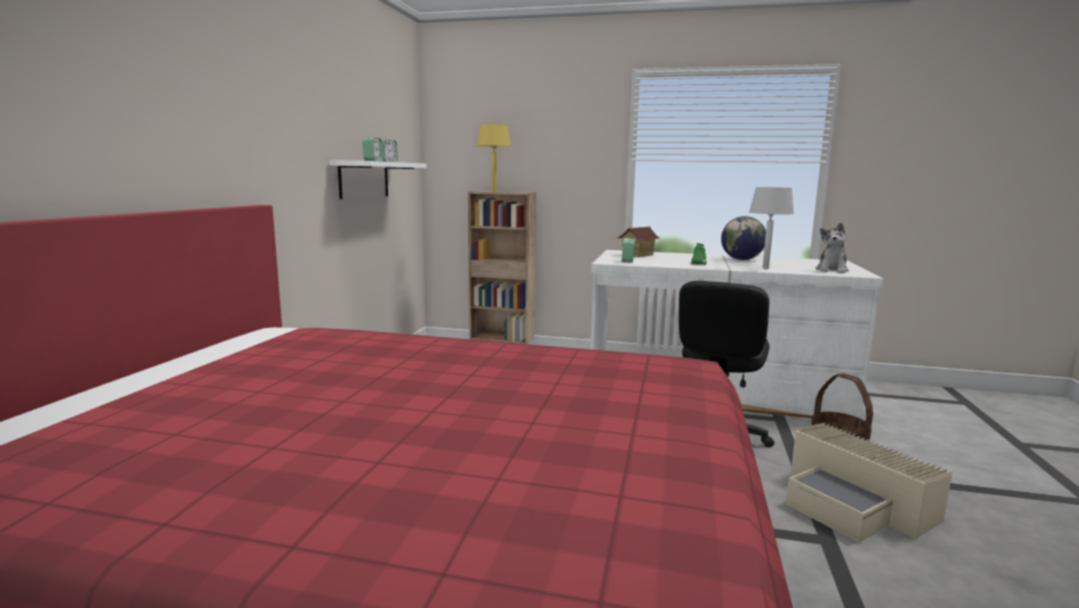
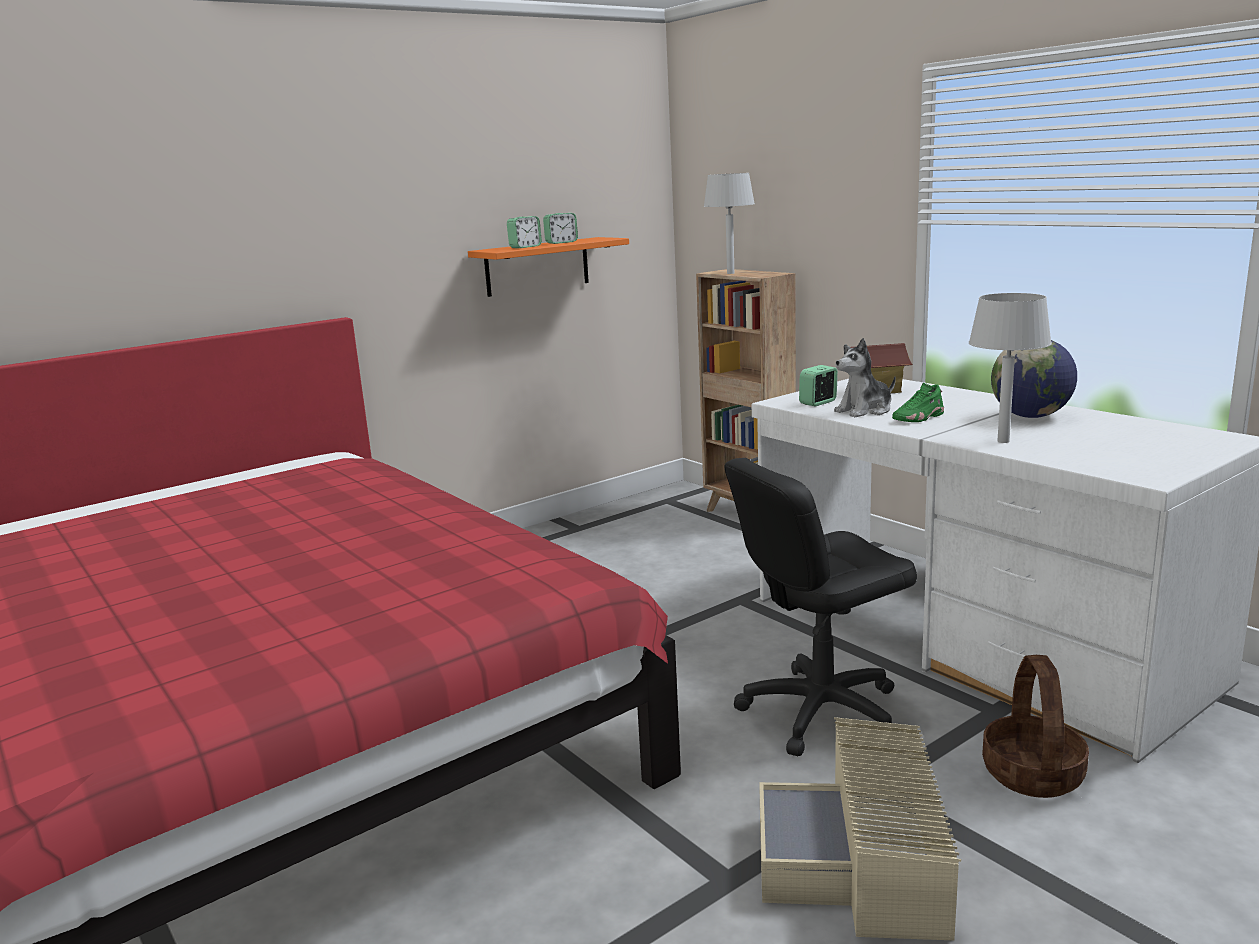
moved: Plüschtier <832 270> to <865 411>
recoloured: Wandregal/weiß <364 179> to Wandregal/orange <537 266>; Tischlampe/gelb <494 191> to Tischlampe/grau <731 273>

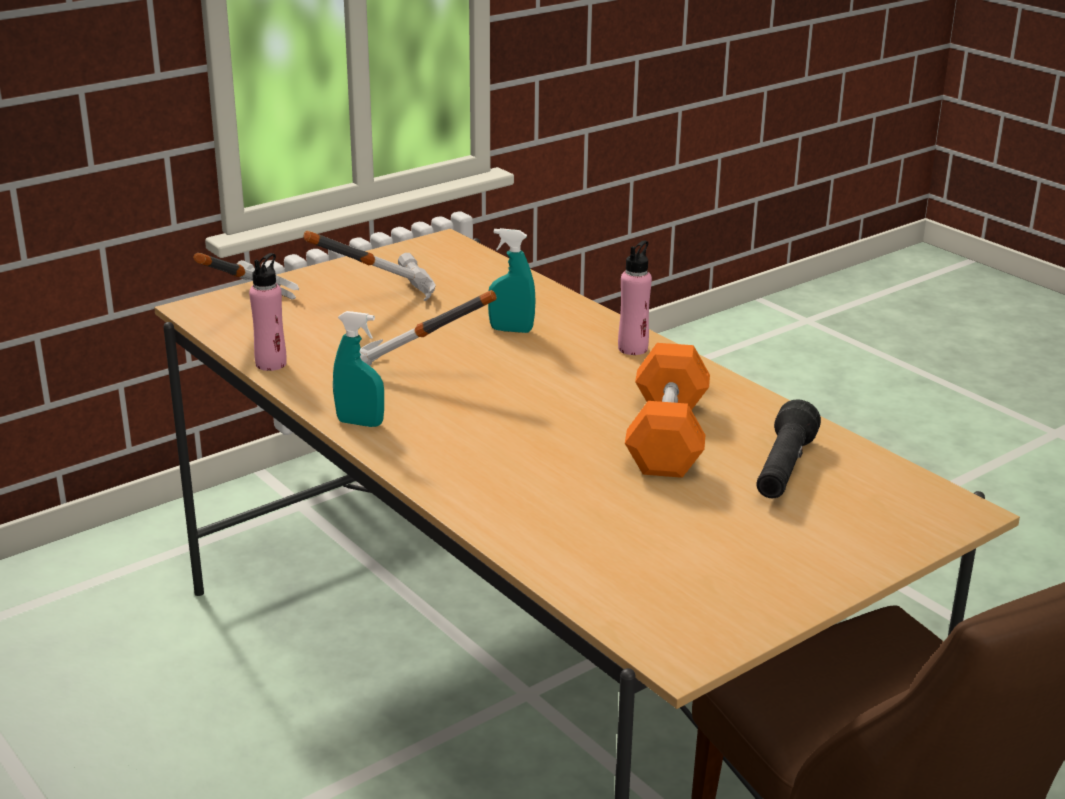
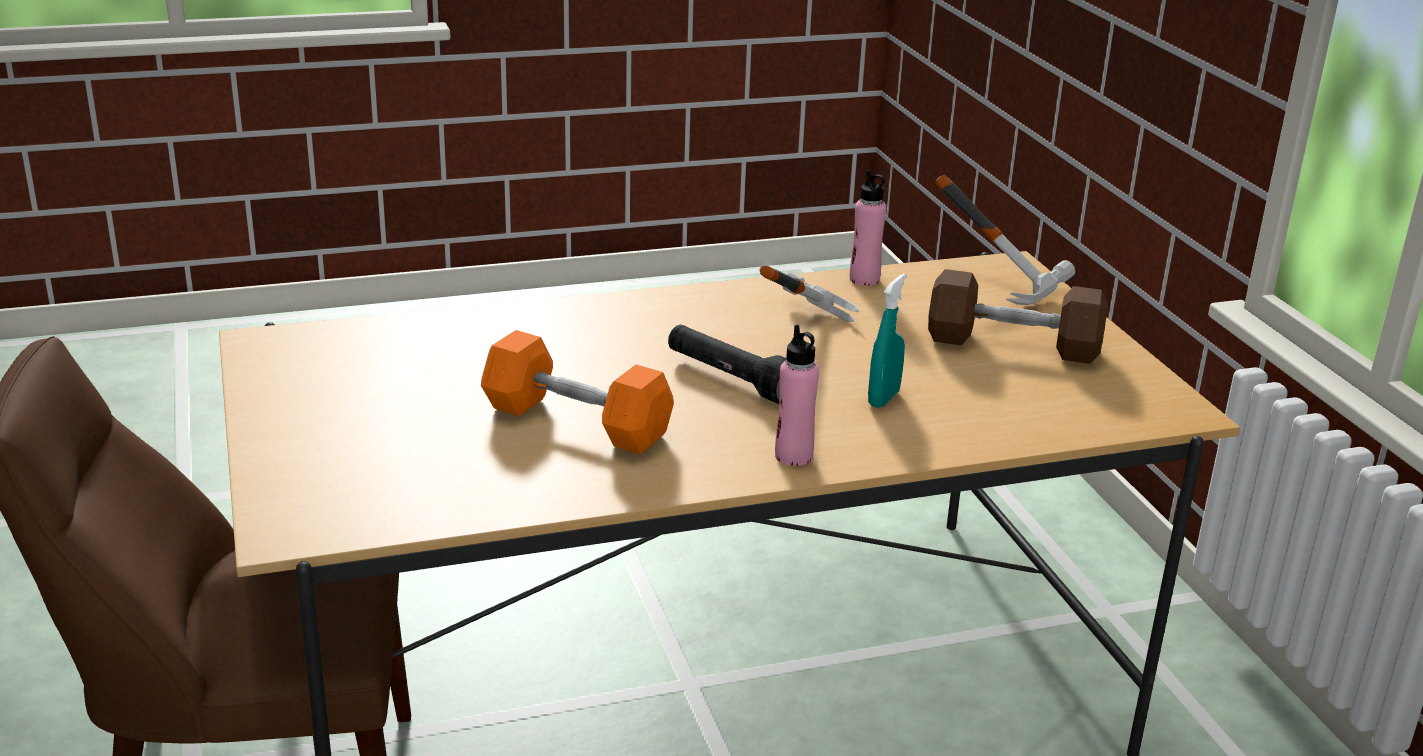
removed: Sprühflasche/türkis <360 423>
moved: Taschenlampe/schwarz <783 470> to <730 379>
replaced: Hammer <372 296> to Hantel/braun <1013 344>

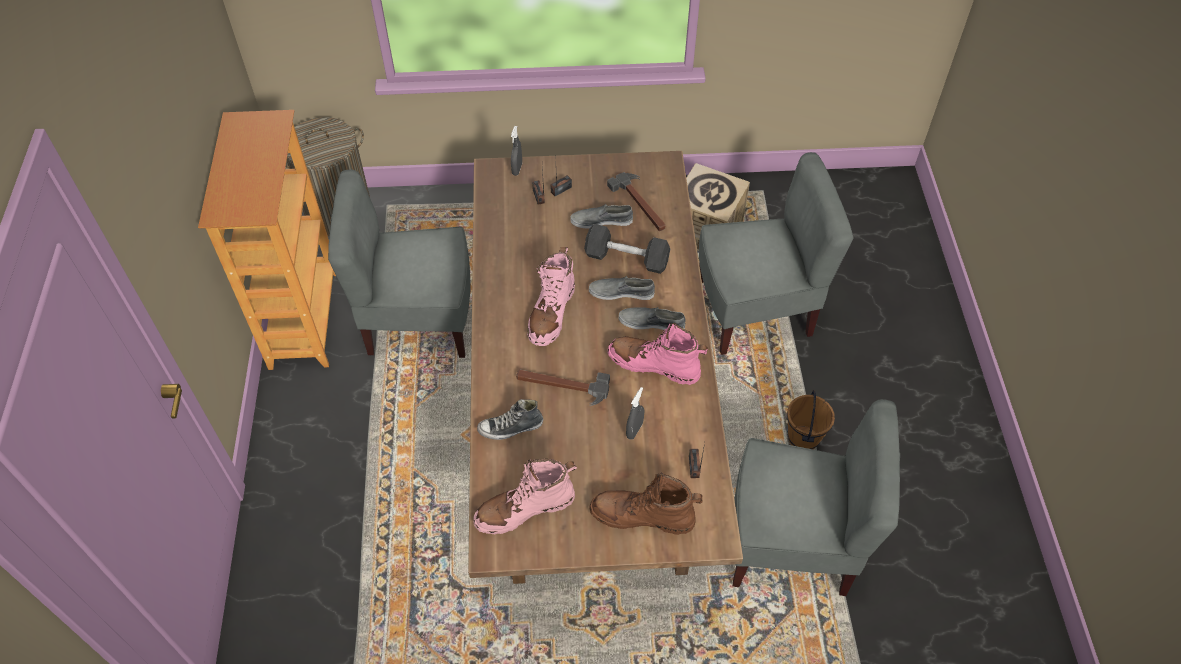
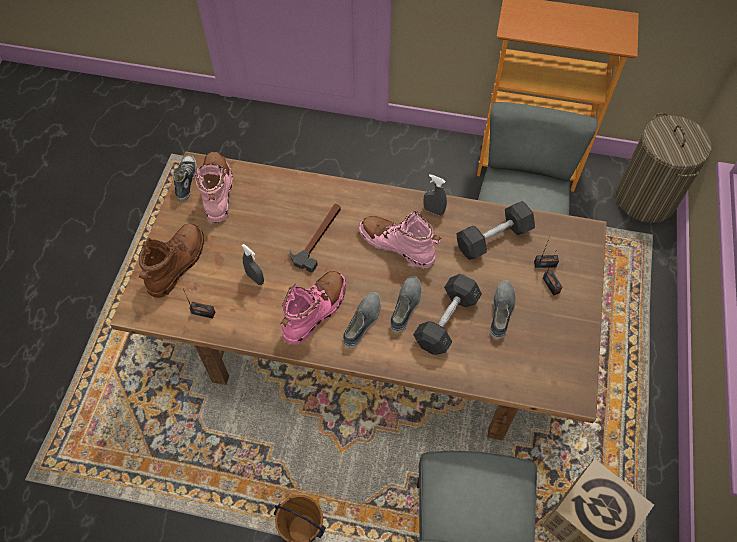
removed: Hammer <640 204>; Stuhl/grau <792 543>
added: Hantel/grau <493 238>
moved: Schuh <510 428> to <186 180>; Sprühflasche/grau <517 169> to <433 211>

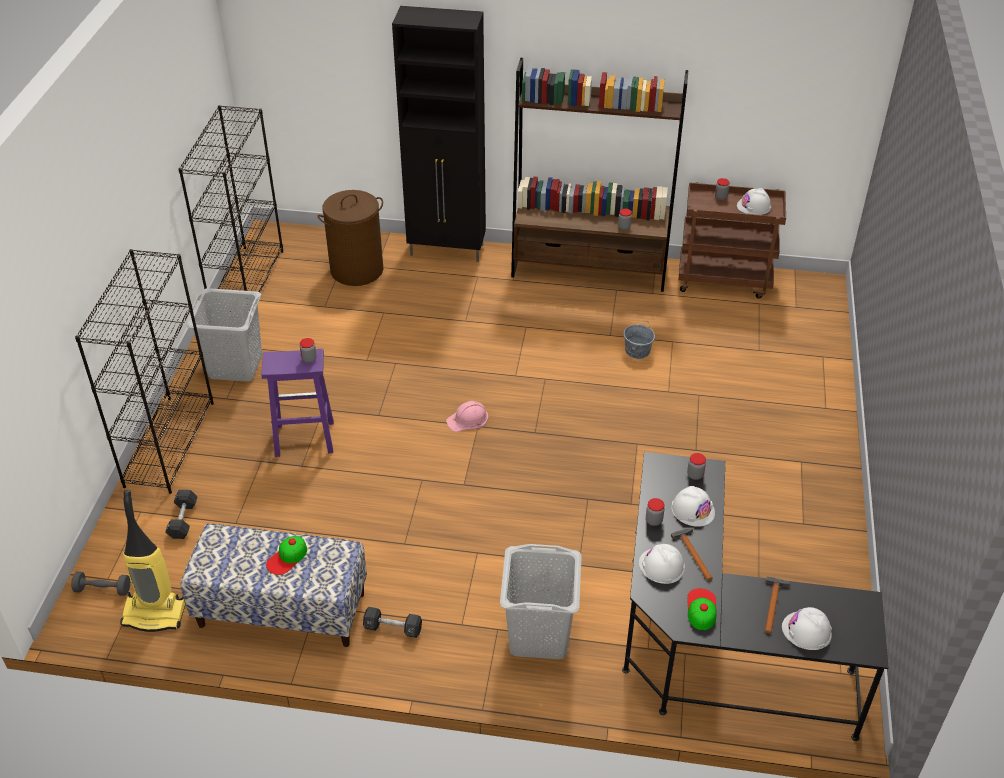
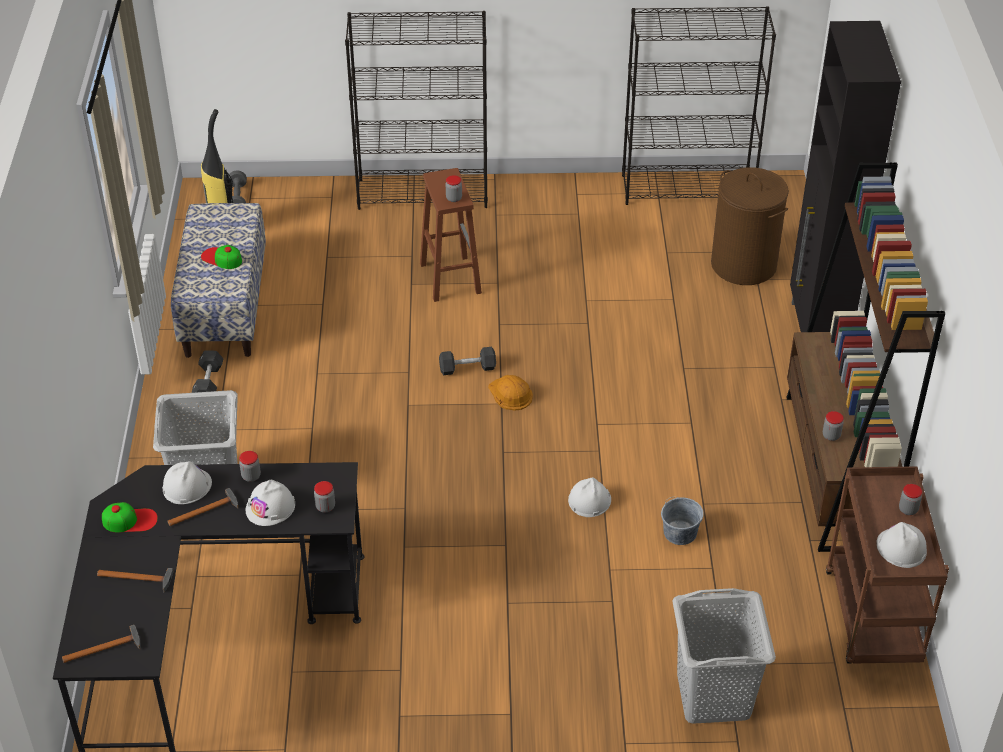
added: Hammer <106 648>
moved: Hantel/schwarz <183 520> to <467 368>; Wäschekorb/grau <235 366> to <714 695>; Schutzhelm/weiß <806 631> to <589 500>
recoloured: Hocker/lila <303 439> to Hocker/braun <449 277>; Schutzhelm/rosa <468 419> to Schutzhelm/orange <510 394>

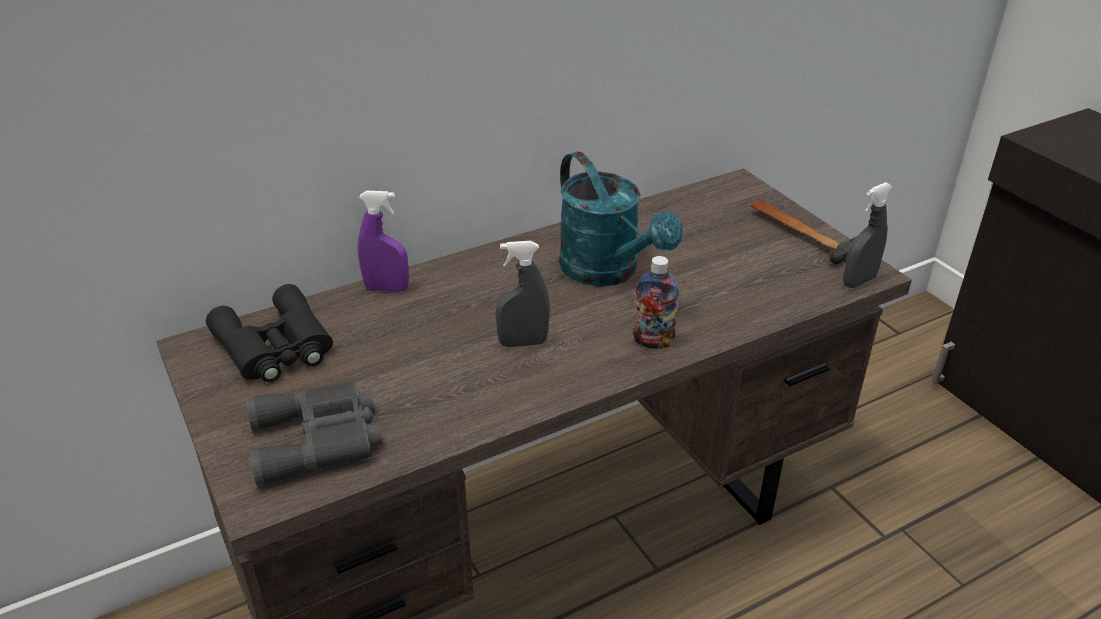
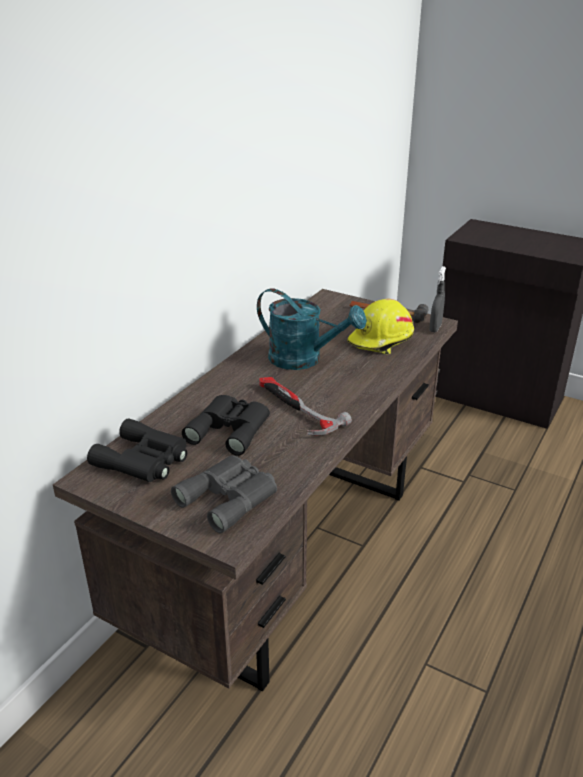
removed: Sprühflasche/lila <386 288>; Flasche <653 341>
added: Fernglas/schwarz <231 428>; Schutzhelm/gelb <381 340>
replaced: Sprühflasche/grau <523 343> to Hammer <295 409>

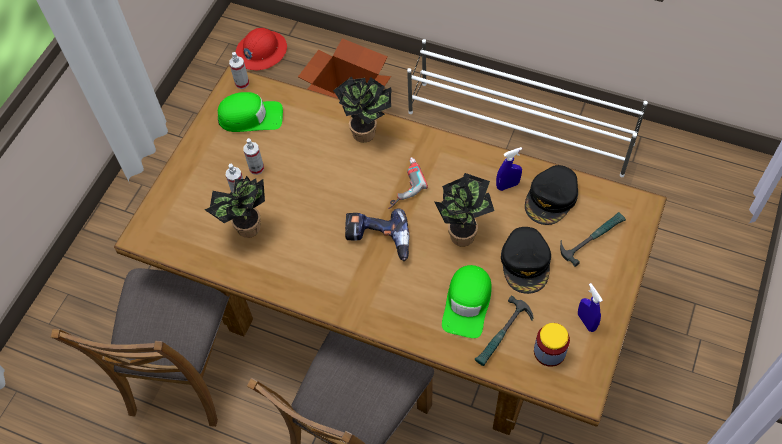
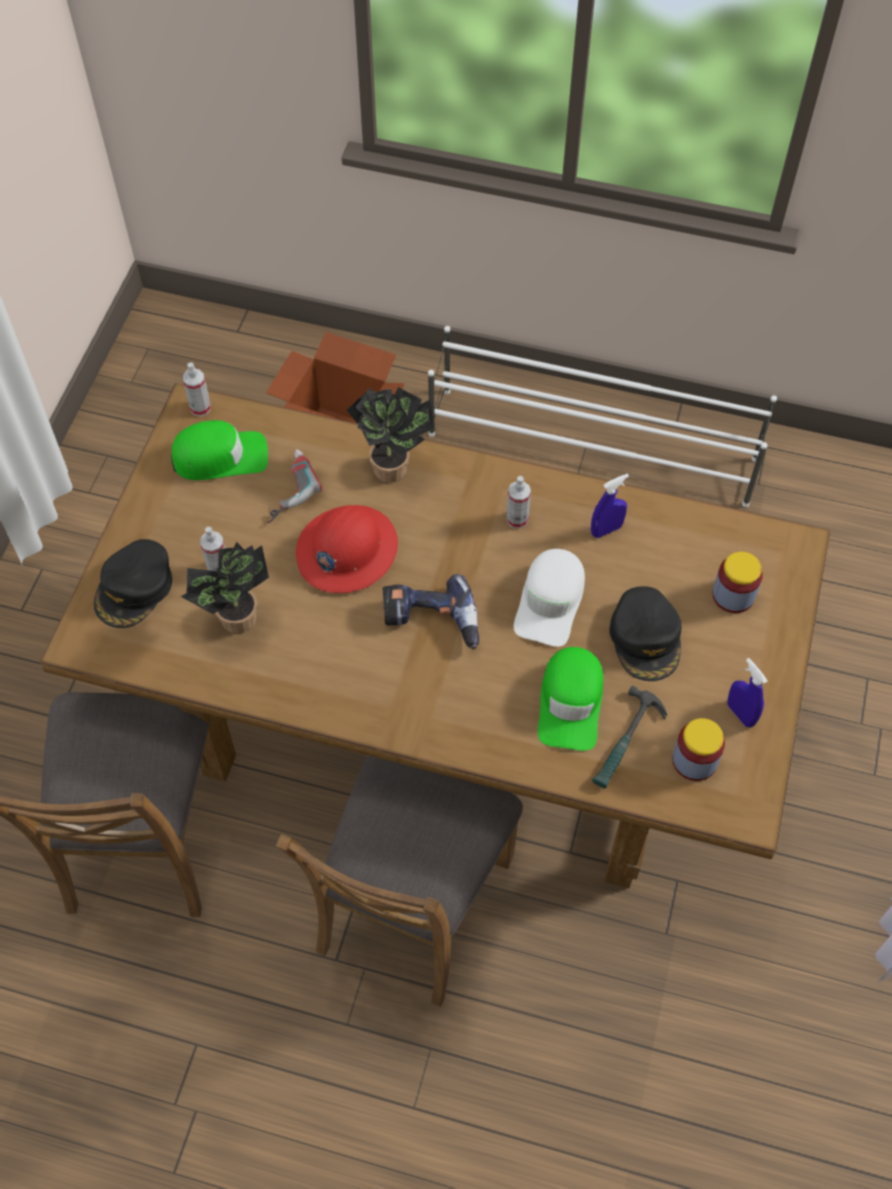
moved: Schutzhelm/rot <261 51> to <346 550>; Sprühflasche <256 168> to <517 519>; Bohrmaschine <401 185> to <285 488>; Kappe/schwarz <551 198> to <135 589>
replaced: Topfpflanze <462 232> to Kappe/weiß <550 601>; Hammer <591 238> to Vorratsglas <733 595>

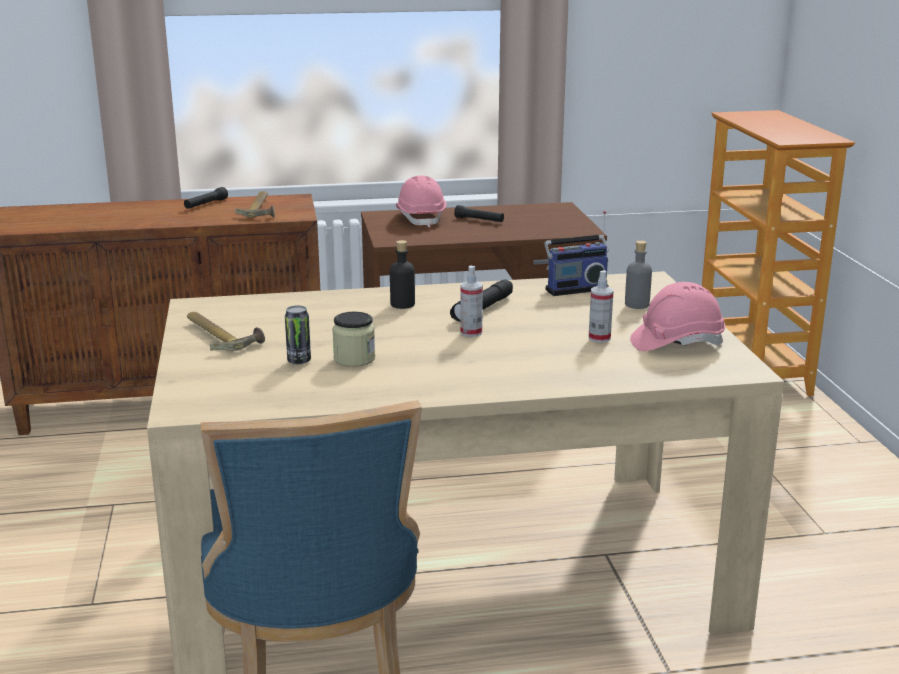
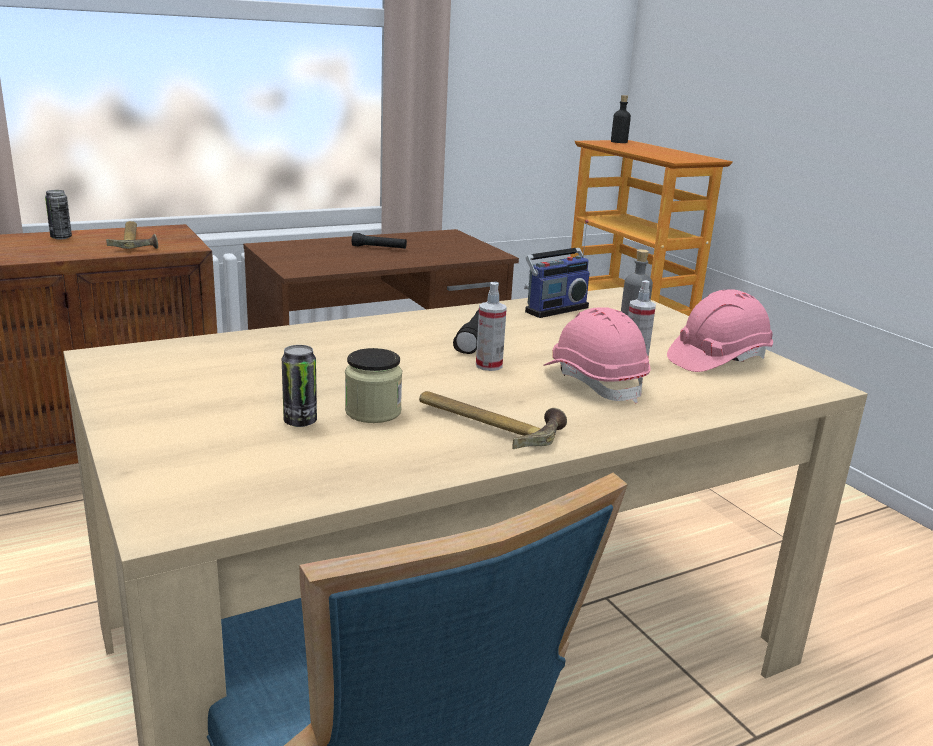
moved: Hammer <220 336> to <488 424>; Flasche/schwarz <402 304> to <619 142>; Schutzhelm/rosa <421 218> to <594 382>
replaced: Taschenlampe/schwarz <206 204> to Dose <61 237>

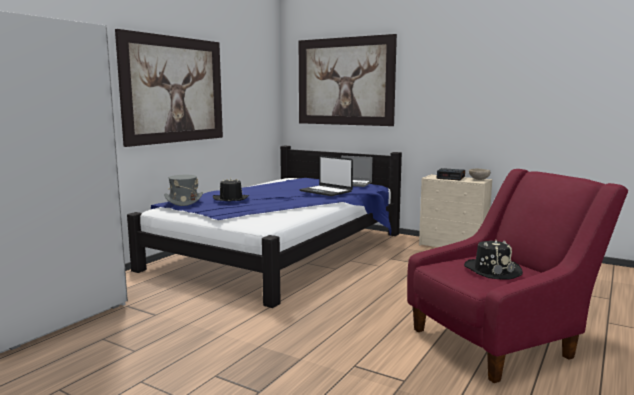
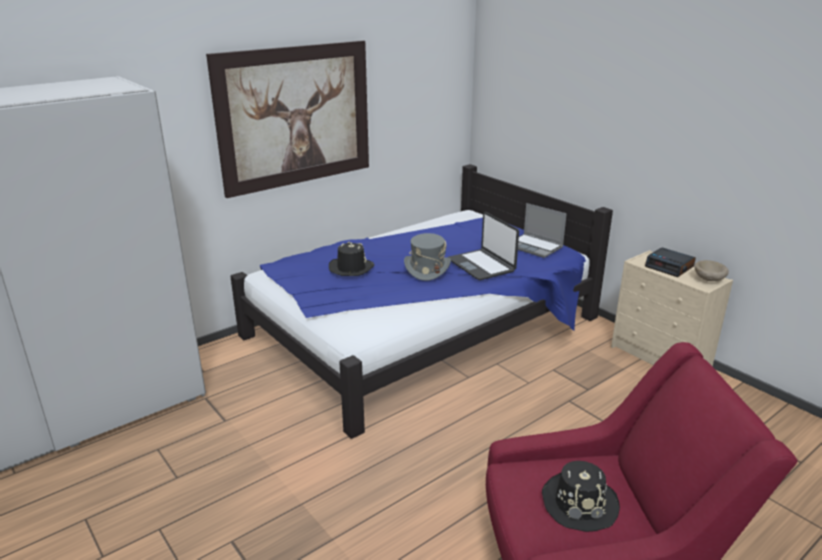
removed: Bild <345 81>
moved: Hut/grau <183 201> to <427 269>

